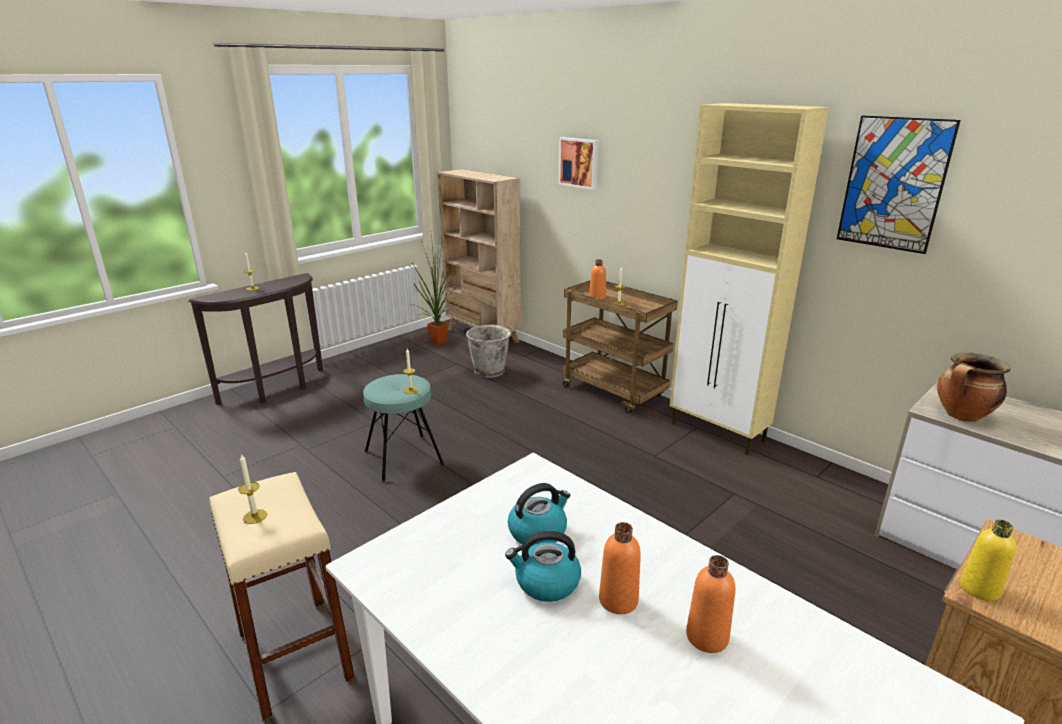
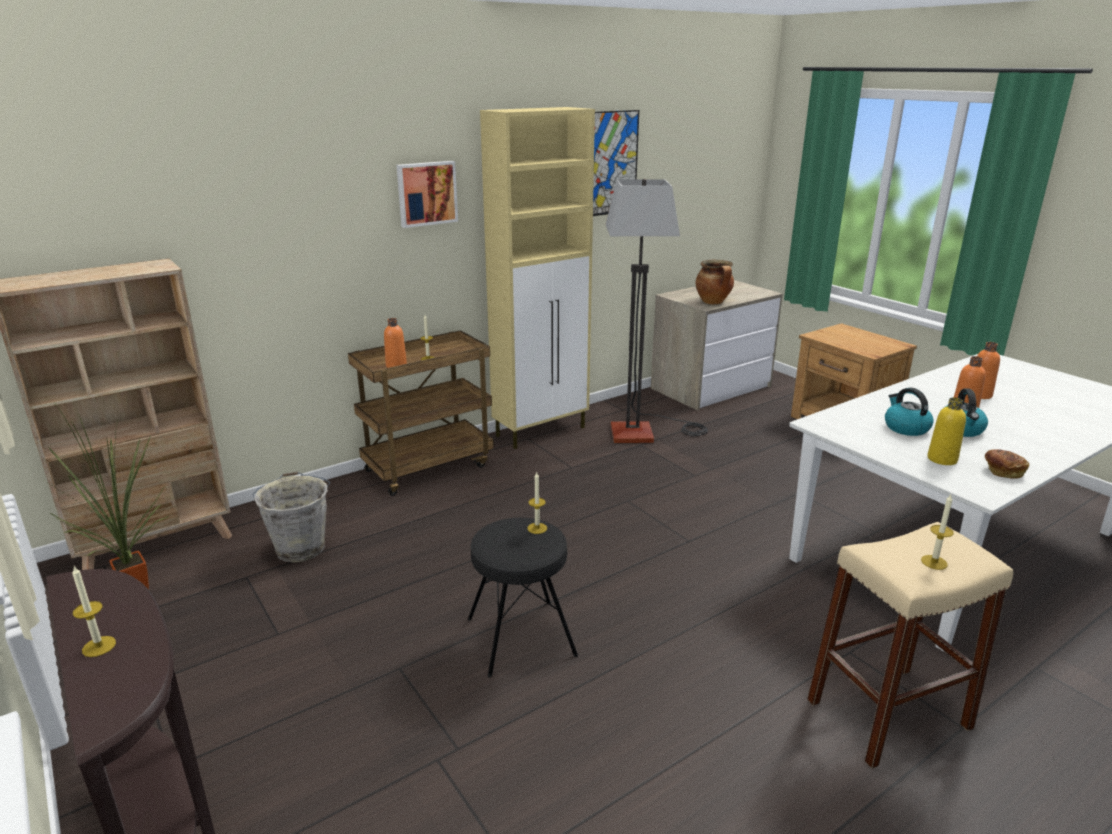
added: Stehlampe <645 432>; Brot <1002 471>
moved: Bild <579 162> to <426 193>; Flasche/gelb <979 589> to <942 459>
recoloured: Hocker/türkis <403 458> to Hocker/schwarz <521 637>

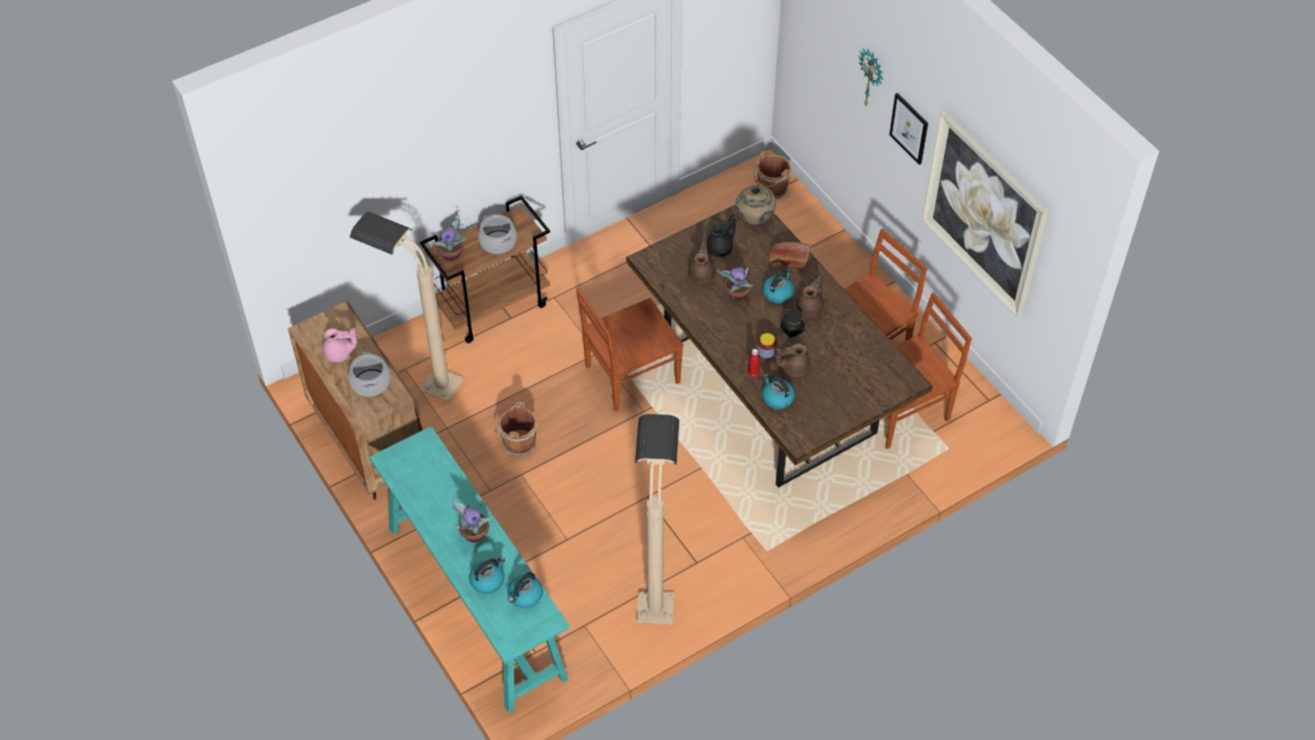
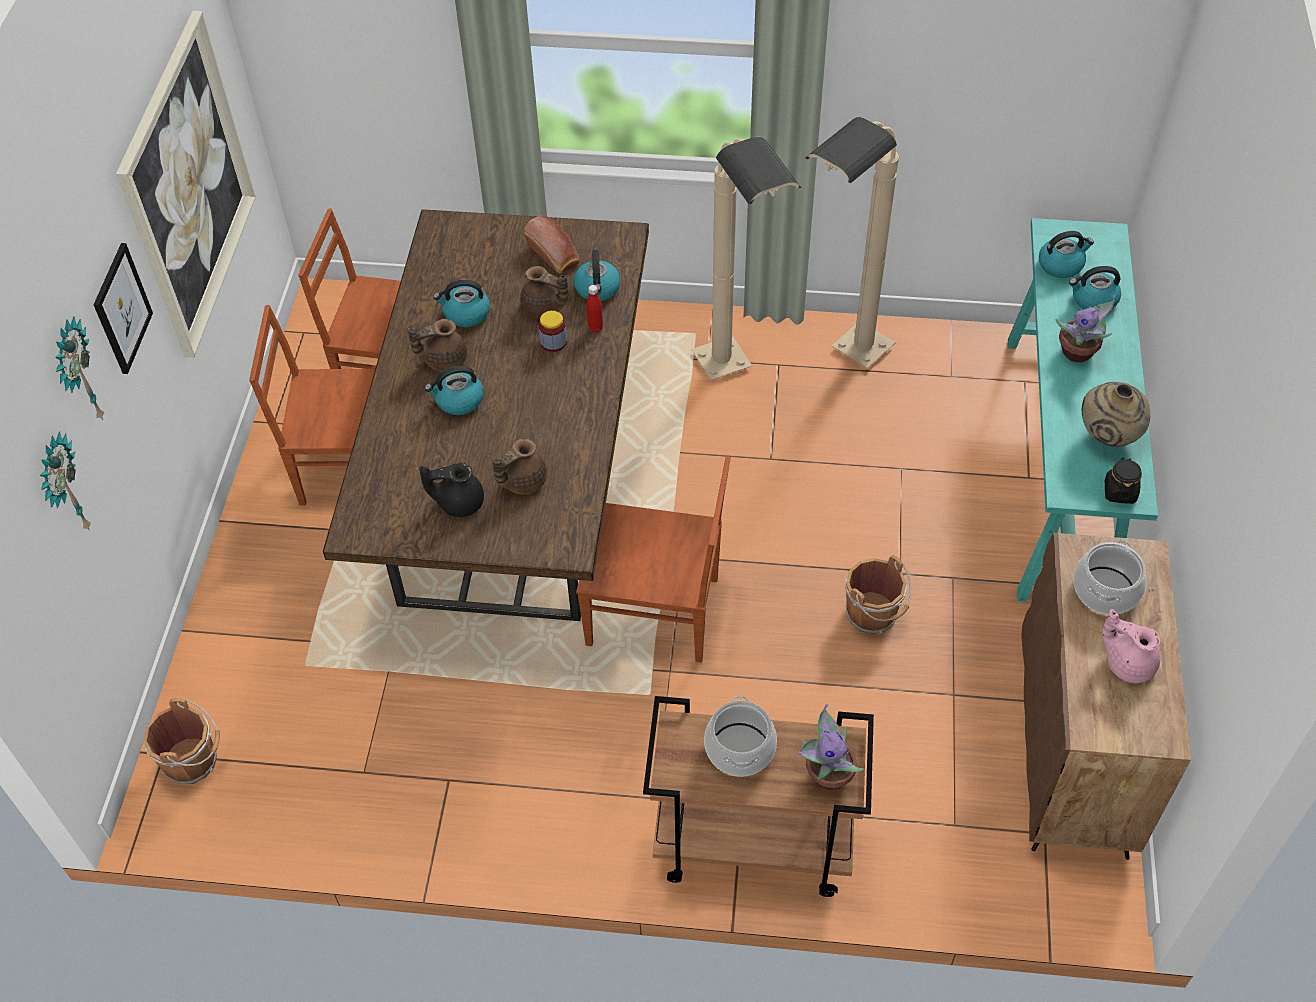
removed: Topfpflanze <736 295>
added: Wanduhr <62 488>; Wasserkessel <466 314>
moved: Stehlampe/beige <421 378> to <736 383>; Vase/beige <754 220> to <1108 437>; Brot <788 259> to <554 255>; Vorratsglas/schwarz <792 329> to <1119 492>

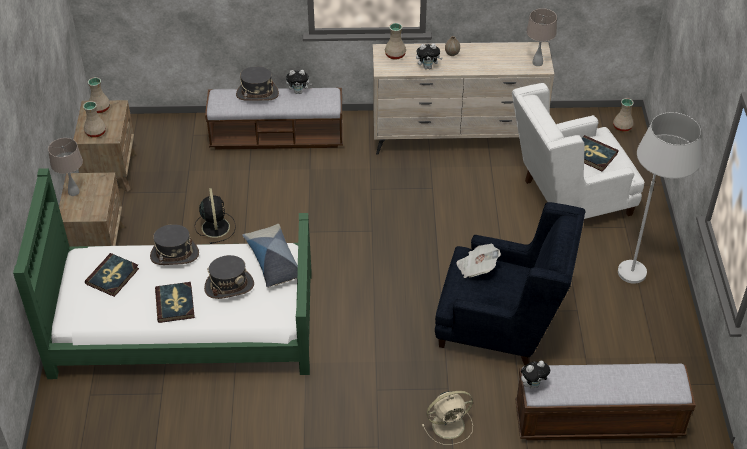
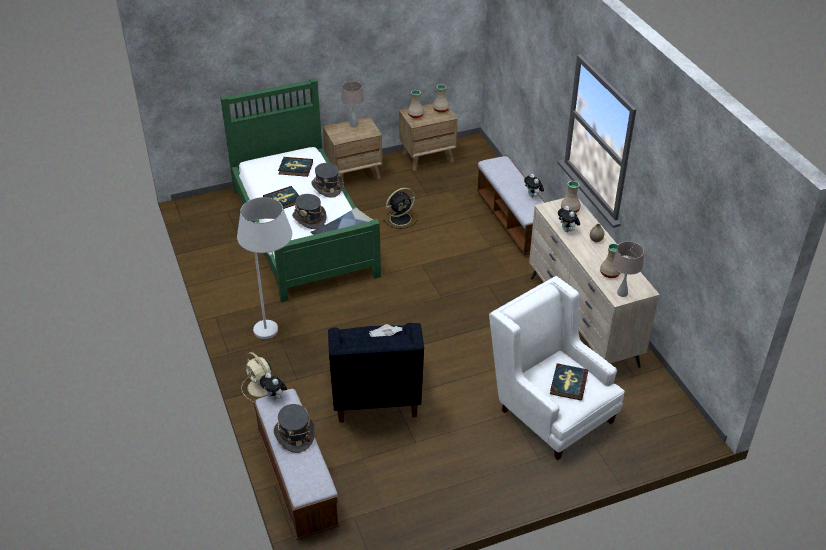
moved: Hut/grau <257 94> to <295 435>; Vase/beige <622 127> to <610 273>; Stehlampe/weiß <642 265> to <277 335>

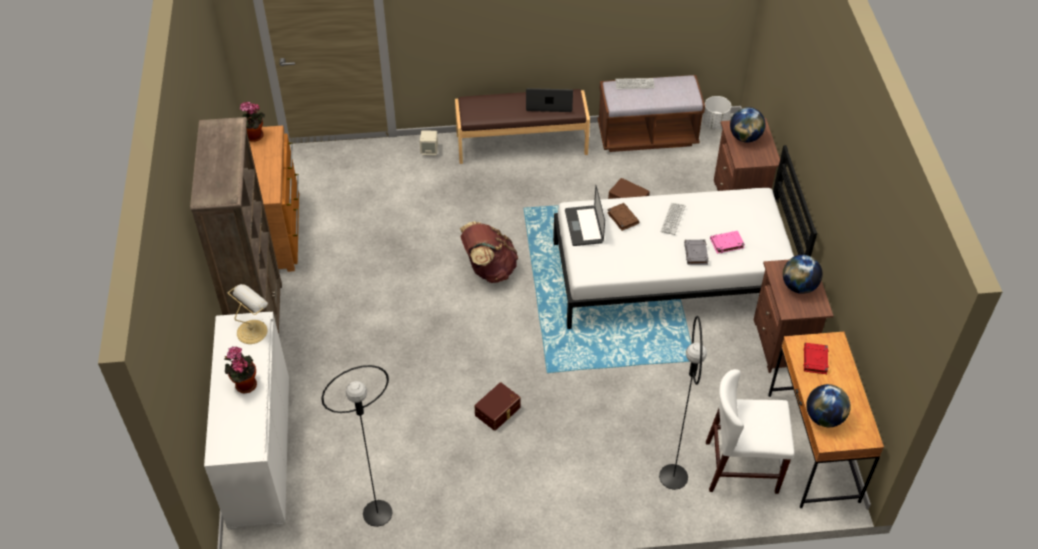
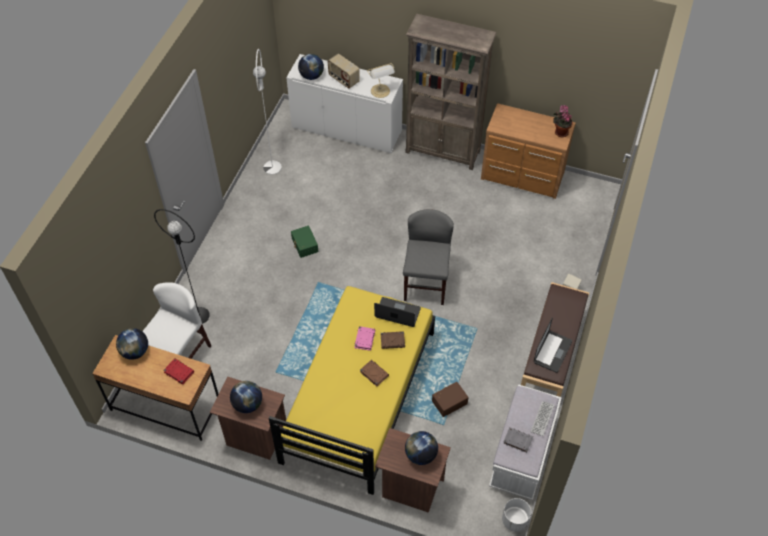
added: Globus <311 76>
moved: Buch/grau <696 254> to <517 440>; Buch/rosa <726 243> to <364 339>
replaced: Topfpflanze <244 384> to Radio <343 79>; Rucksack/braun <489 269> to Stuhl/grau <426 284>; Tastatur <672 219> to Buch/braun <373 374>
recoloured: Stehlampe/schwarz <377 513> to Stehlampe/weiß <272 167>; Aufbewahrungsbox/braun <498 411> to Aufbewahrungsbox/grün <304 245>; Bett/weiß <671 275> to Bett/gelb <358 395>; Bank/braun <647 135> to Bank/weiß <522 455>

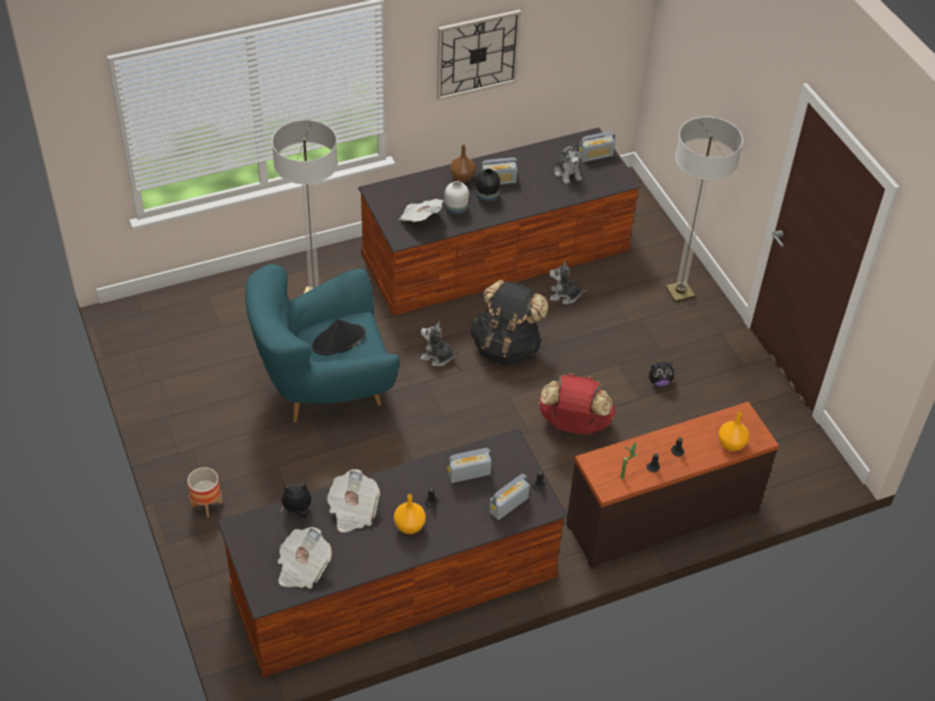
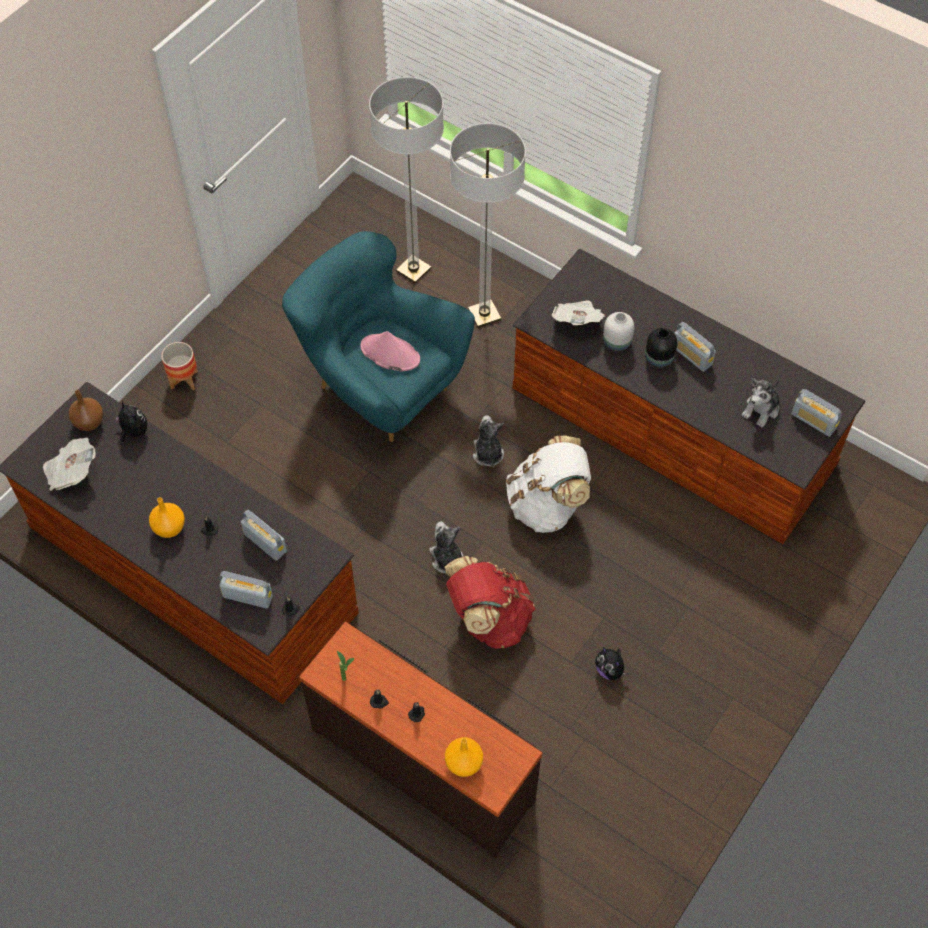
removed: Zeitung <352 510>; Wanduhr <477 54>
moved: Vase/braun <462 178> to <88 423>; Plüschtier <565 295> to <447 559>; Stehlampe <679 292> to <413 270>
recoloured: Hut/schwarz <338 340> to Hut/rosa <390 353>; Rucksack/schwarz <506 347> to Rucksack/weiß <547 505>

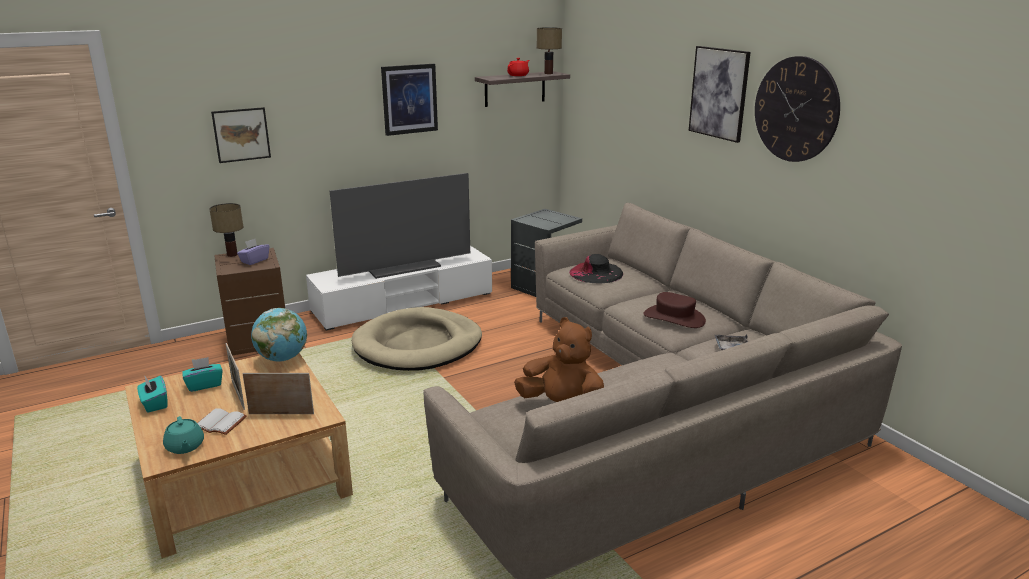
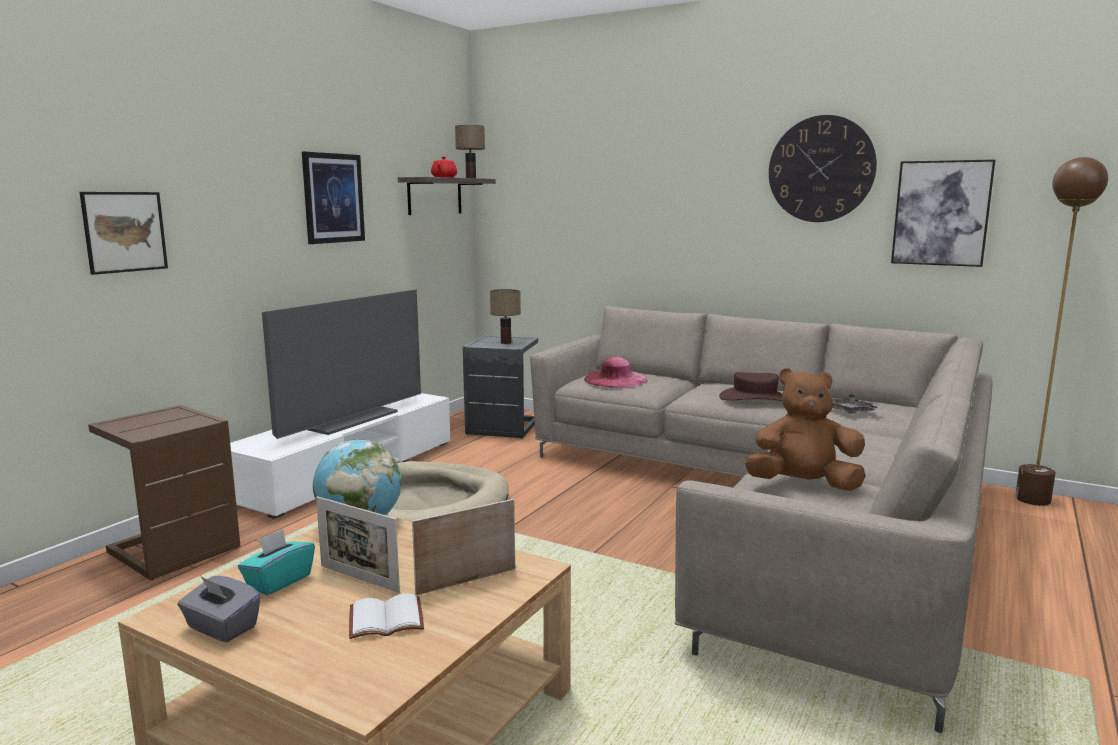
removed: Teekanne/türkis <185 447>; Taschentuchbox/lila <254 260>
added: Stehlampe/braun <1033 500>
moved: Tischlampe <231 254> to <505 343>; Bild <719 93> to <941 213>
recoloured: Taschentuchbox/türkis <154 404> to Taschentuchbox/grau <221 628>; Hut/schwarz <596 273> to Hut/rosa <615 379>

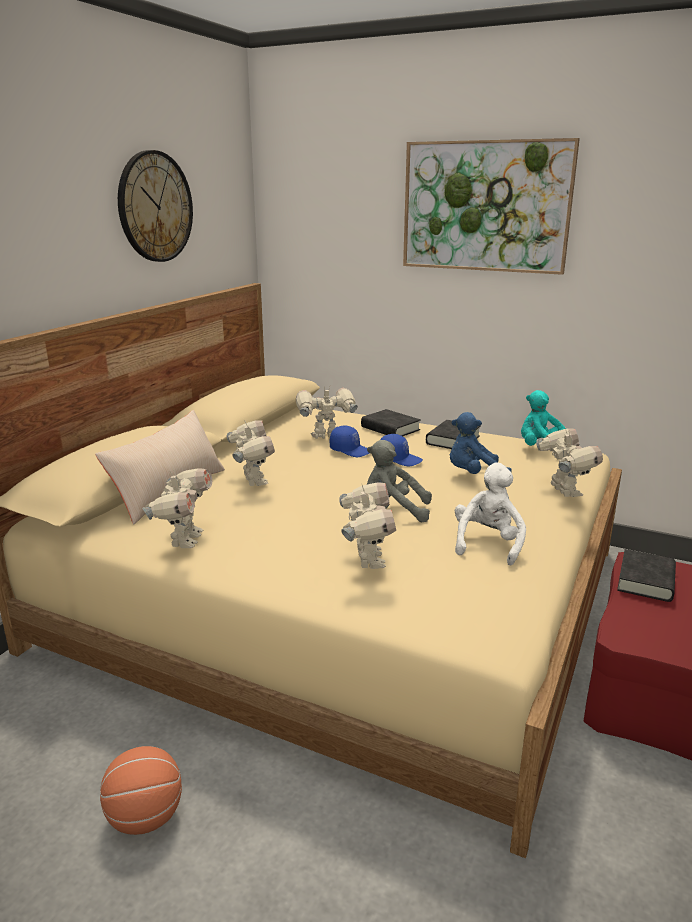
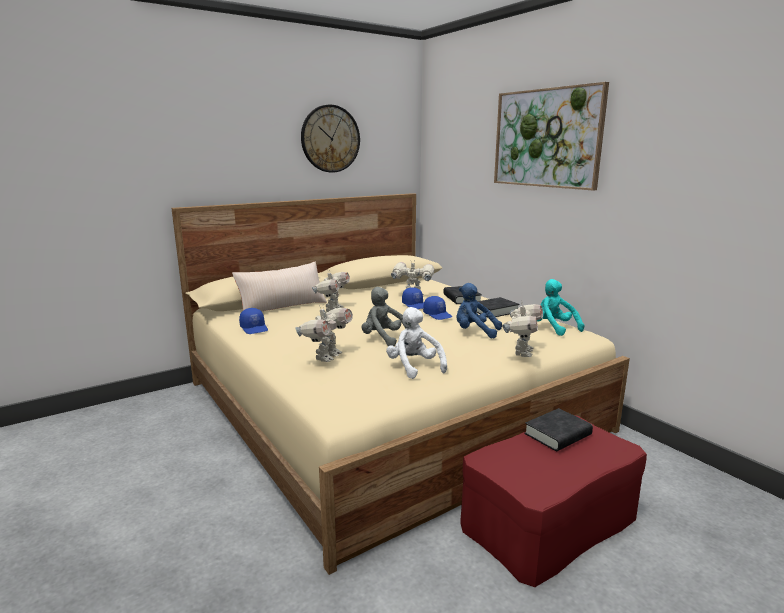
removed: Basketball <145 817>
replaced: Spielzeugroboter <184 540> to Kappe/blau <254 328>
turned: Plüschtier/weiß <487 544> = <414 367> 75 degrees counterclockwise

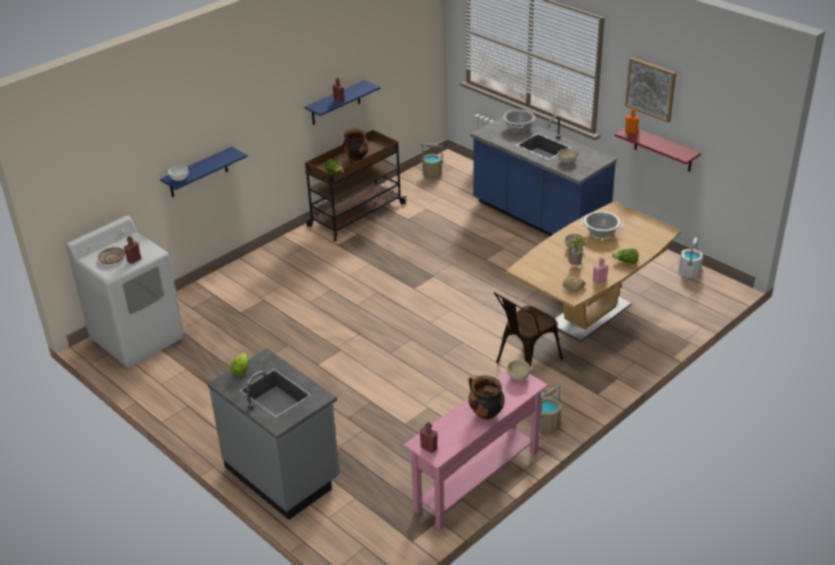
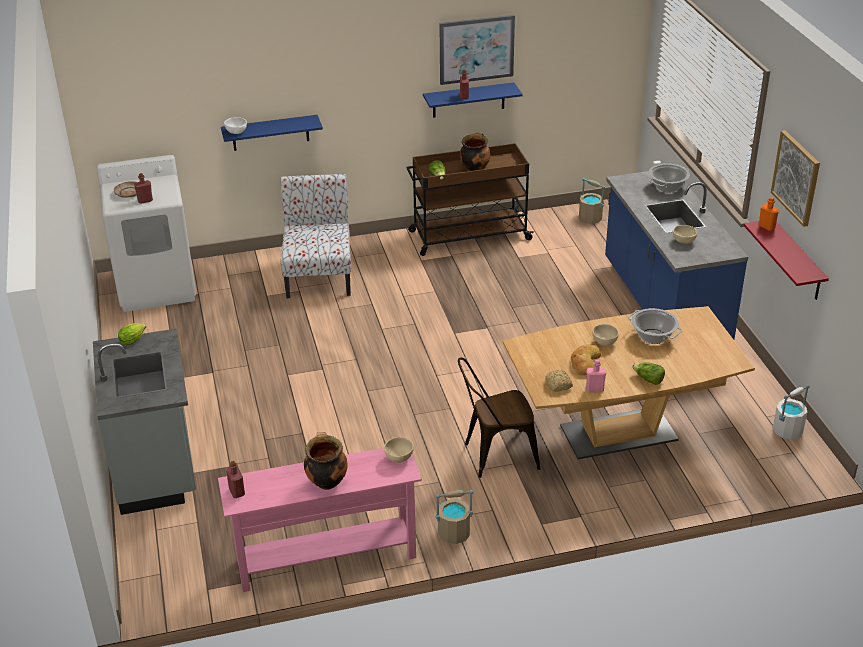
added: Stuhl <319 274>; Bild <476 49>
replaced: Topfpflanze <575 266> to Brot <584 363>

